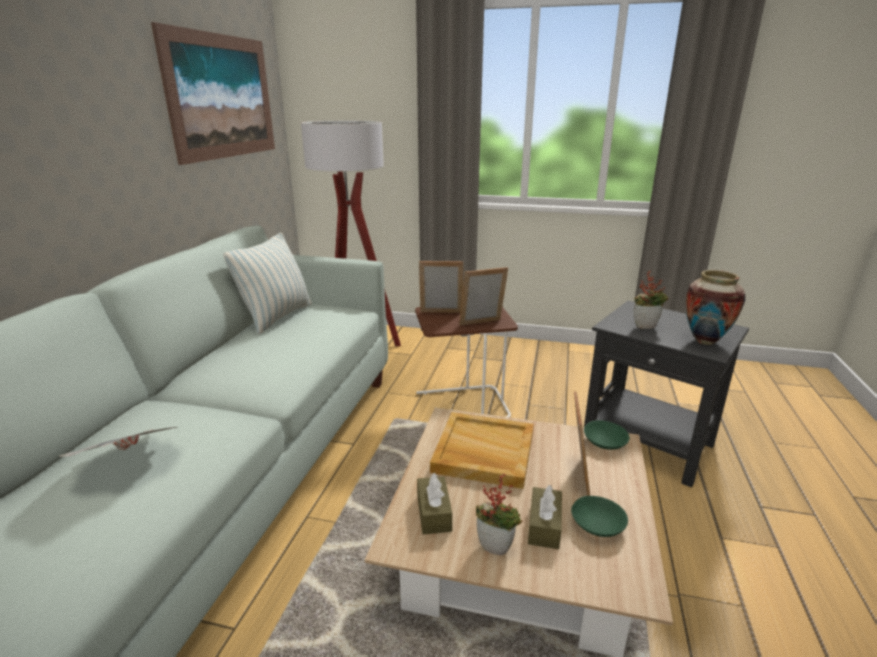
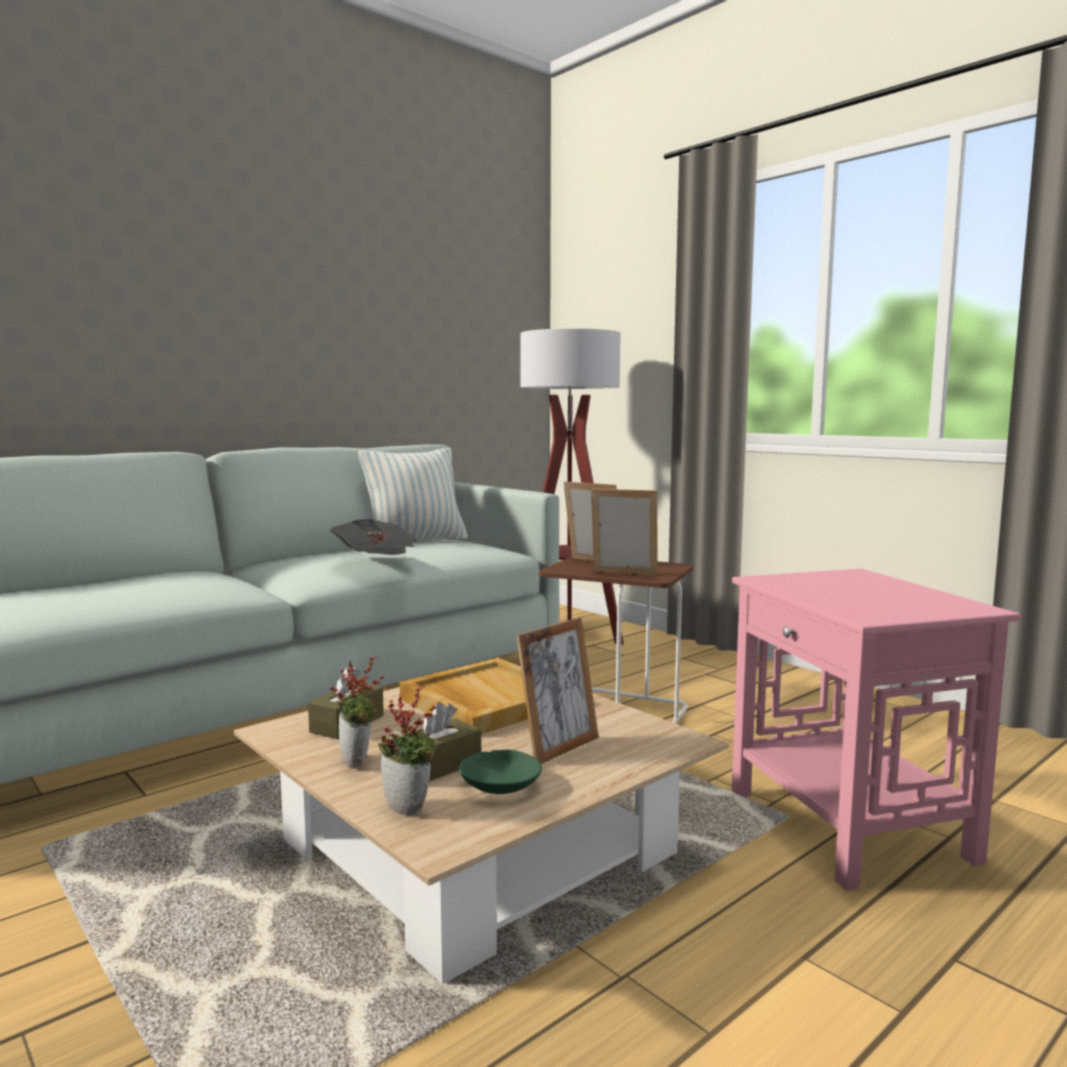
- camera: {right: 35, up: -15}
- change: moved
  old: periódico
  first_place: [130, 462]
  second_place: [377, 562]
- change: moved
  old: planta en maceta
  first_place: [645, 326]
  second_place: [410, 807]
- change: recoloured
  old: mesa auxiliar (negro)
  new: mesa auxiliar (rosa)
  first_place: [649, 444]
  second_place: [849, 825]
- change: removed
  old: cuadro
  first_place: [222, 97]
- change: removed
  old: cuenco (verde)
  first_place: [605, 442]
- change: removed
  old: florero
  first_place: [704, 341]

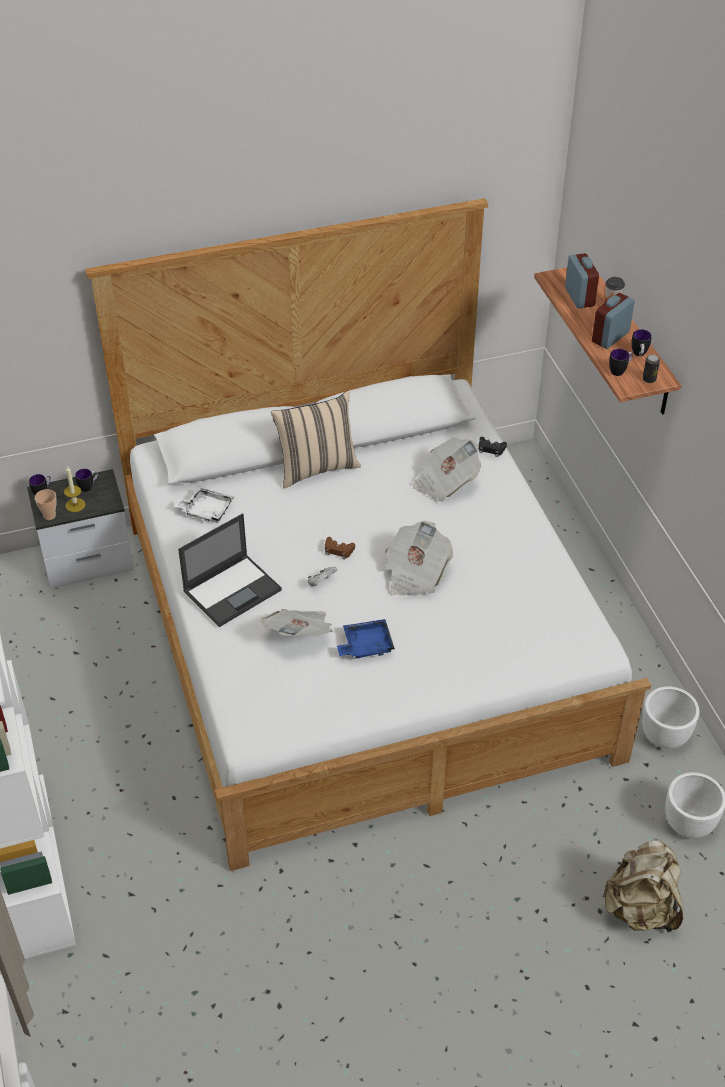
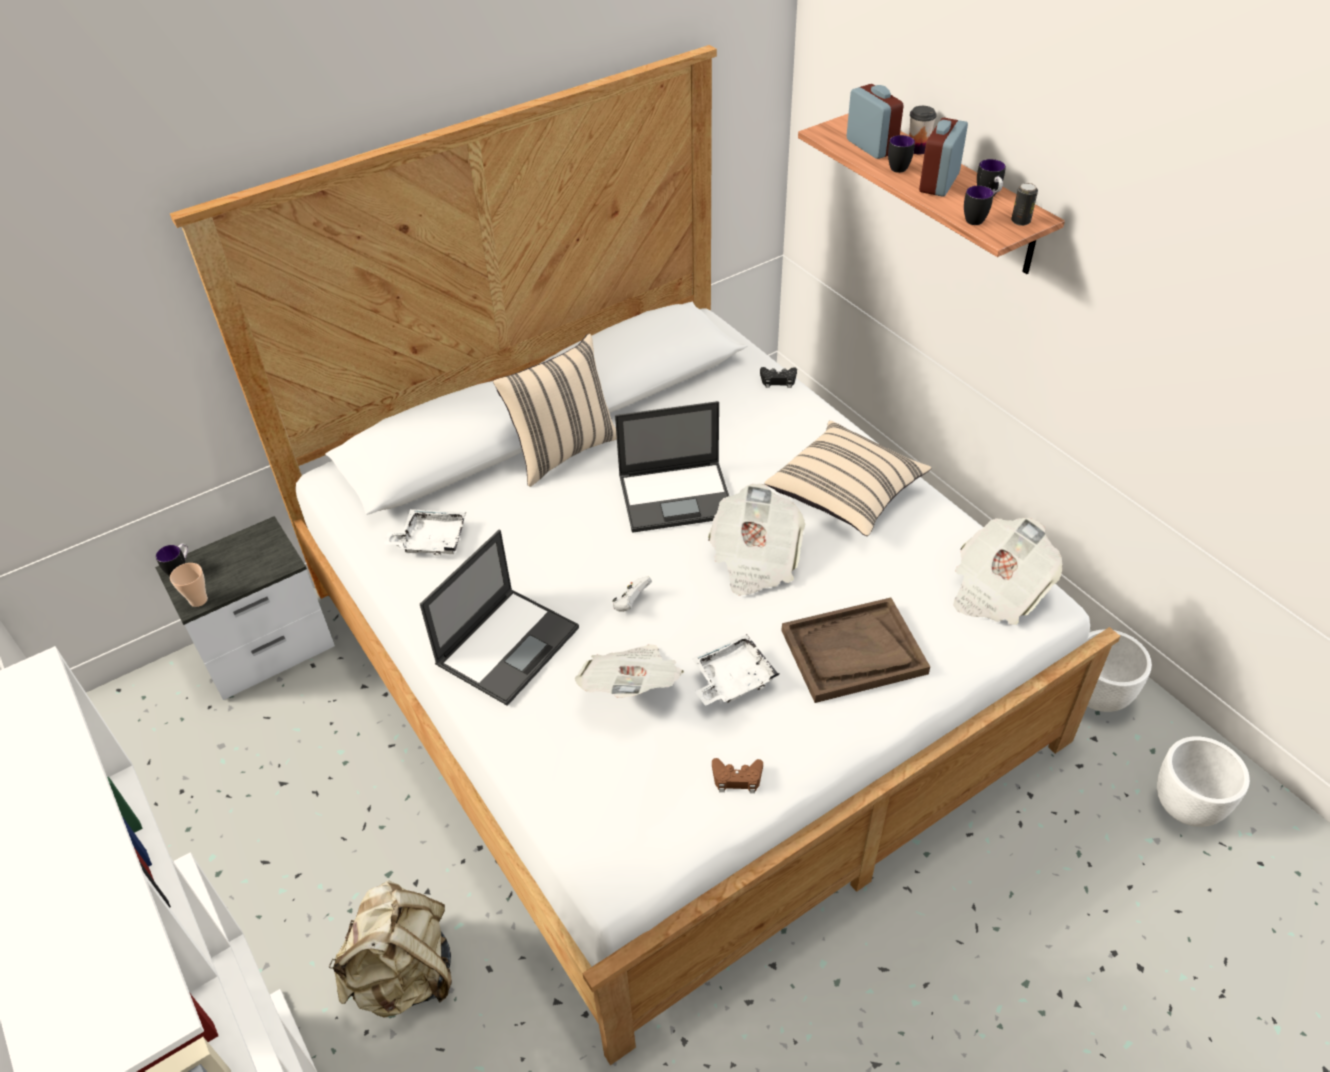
- camera: {right: -15, up: 0}
- change: moved
  old: mochila (beis)
  first_place: [641, 908]
  second_place: [404, 974]
- change: added
  new: portátil
  second_place: [677, 496]
- change: recoloured
  old: bandeja (azul)
  new: bandeja (blanco)
  first_place: [366, 645]
  second_place: [732, 679]
- change: moved
  old: mando de consola (marrón)
  first_place: [338, 550]
  second_place: [737, 778]
- change: added
  new: cojín (beis)
  second_place: [845, 494]
- change: added
  new: bandeja (marrón)
  second_place: [853, 652]
- change: moved
  old: taza grande
  first_place: [89, 487]
  second_place: [901, 167]
- change: moved
  old: periódico
  first_place: [445, 482]
  second_place: [997, 590]
- change: removed
  old: vela
  first_place: [75, 505]

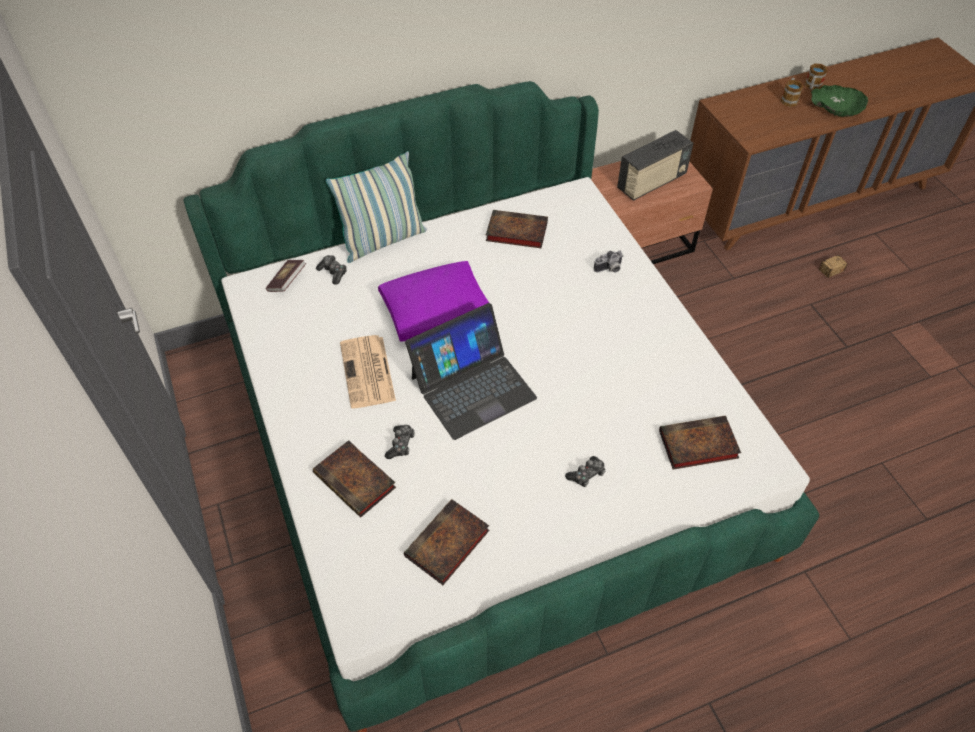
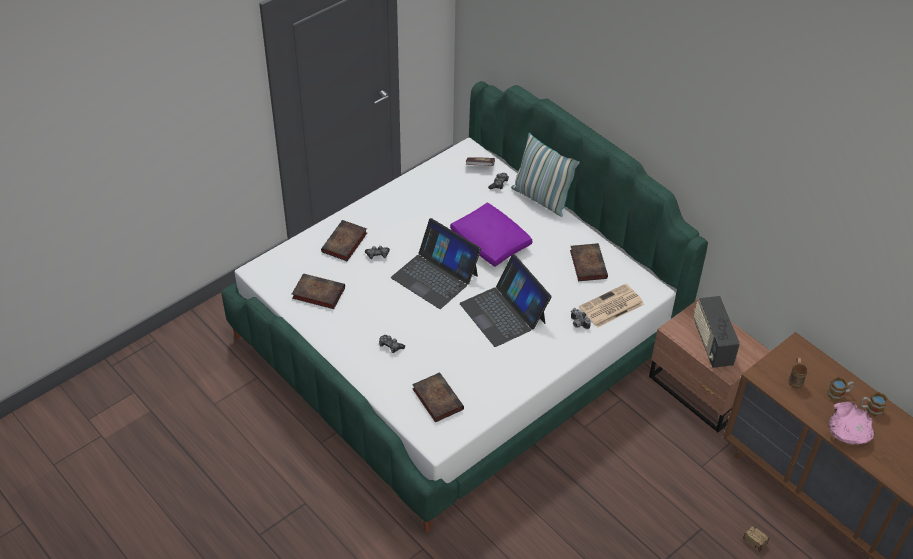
- camera: {right: 70, up: -5}
- change: added
  new: portátil
  second_place: [503, 313]
- change: moved
  old: periódico
  first_place: [368, 373]
  second_place: [611, 307]
- change: turned
  old: radio
  first_place: [651, 183]
  second_place: [712, 343]
  degrees: 45
- change: added
  new: taza grande (marrón)
  second_place: [795, 379]
- change: recoloured
  old: cuenco (verde)
  new: cuenco (rosa)
  first_place: [836, 108]
  second_place: [848, 430]

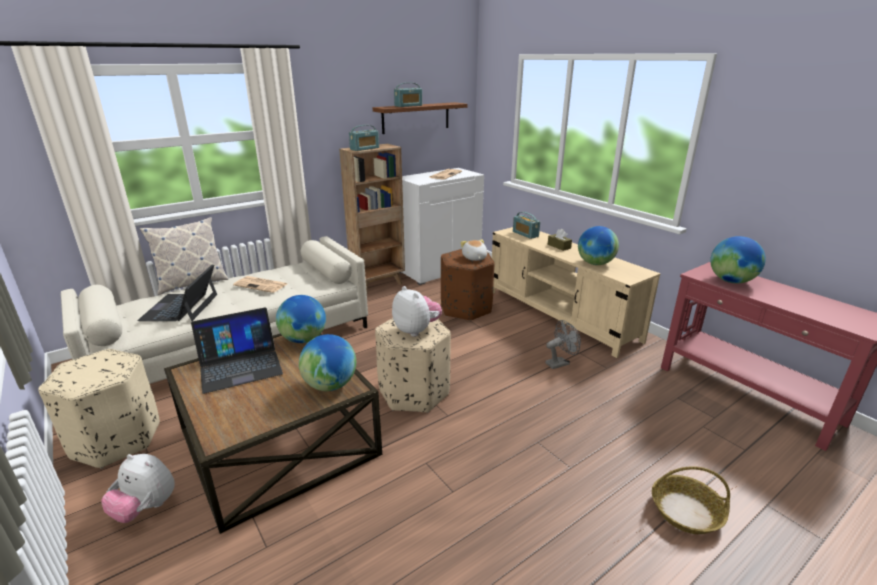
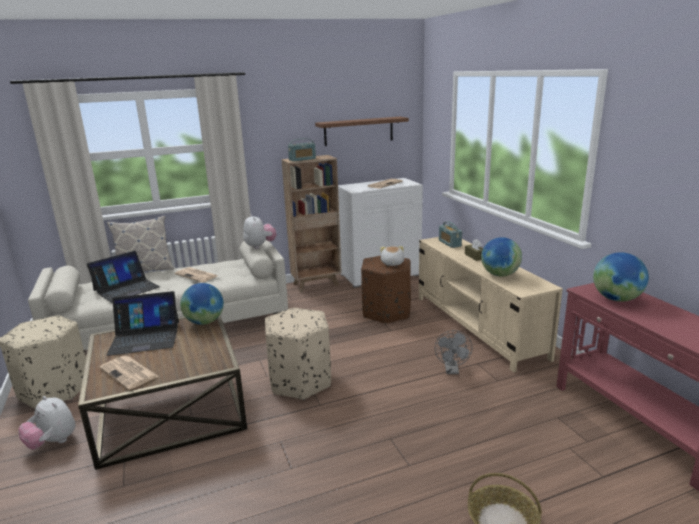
- camera: {right: 15, up: -5}
- change: turned
  old: portátil
  first_place: [181, 307]
  second_place: [126, 288]
  degrees: -150
- change: added
  new: periódico
  second_place: [129, 372]
- change: moved
  old: peluche
  first_place: [416, 330]
  second_place: [260, 246]
- change: turned
  old: ventilador (gris)
  first_place: [560, 363]
  second_place: [452, 371]
  degrees: 105
- change: removed
  old: globo terráqueo
  first_place: [330, 385]
- change: removed
  old: radio
  first_place: [408, 106]

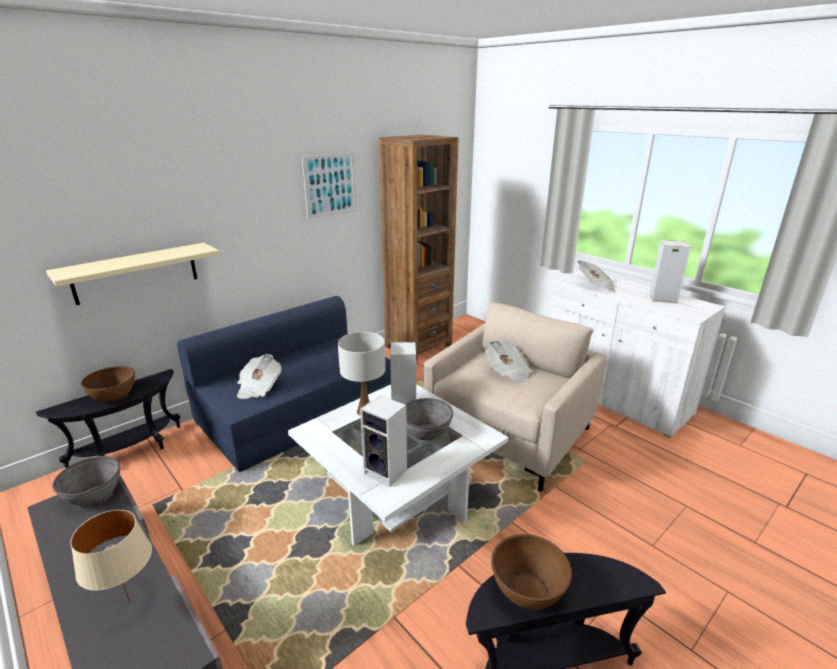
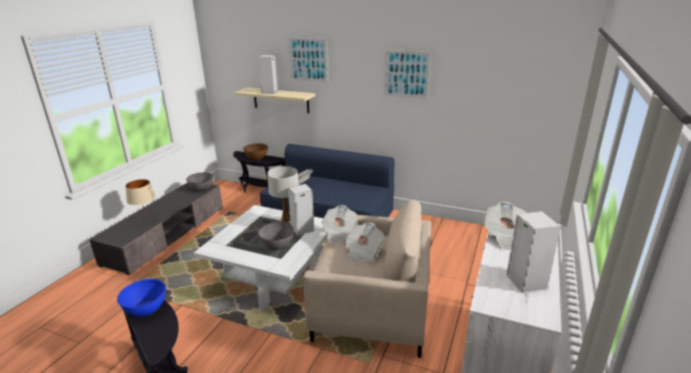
- camera: {right: 65, up: 0}
- change: recoloured
  old: cuenco (marrón)
  new: cuenco (azul)
  first_place: [527, 589]
  second_place: [146, 308]
- change: moved
  old: altavoz
  first_place: [387, 472]
  second_place: [270, 92]
- change: added
  new: cuadro
  second_place: [308, 60]
- change: added
  new: periódico
  second_place: [339, 233]
- change: removed
  old: estantería (marrón)
  first_place: [418, 346]

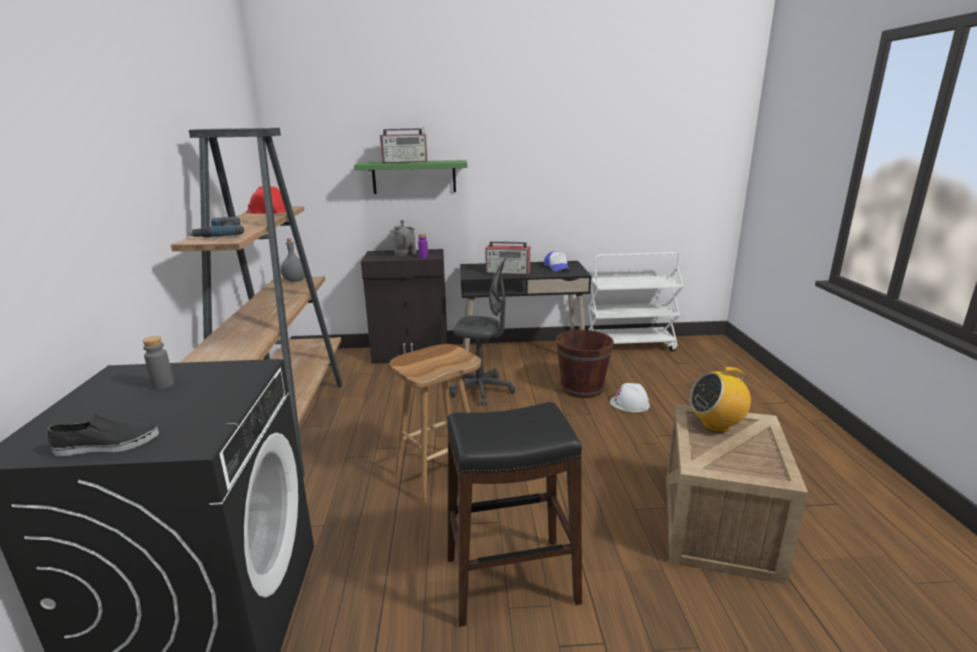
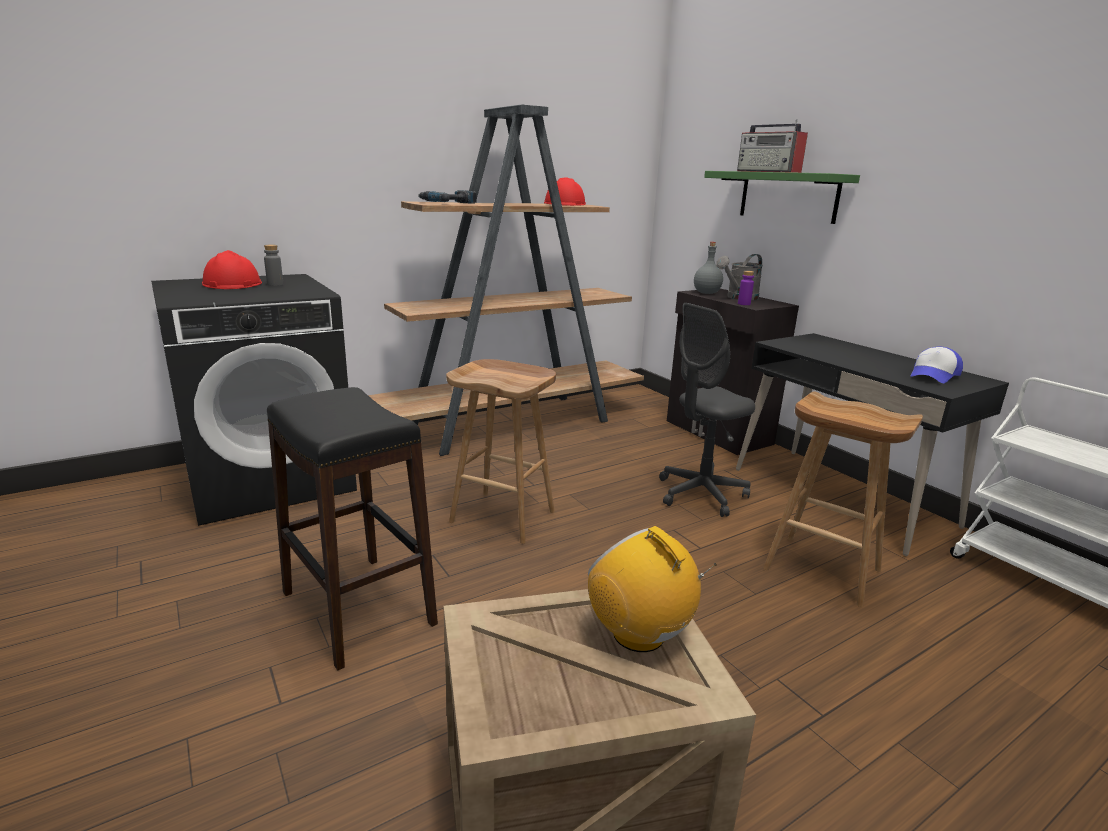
- camera: {right: 60, up: 0}
- change: added
  new: casco (rojo)
  second_place: [232, 284]
- change: turned
  old: silla de oficina (gris)
  first_place: [481, 390]
  second_place: [701, 494]
  degrees: 75
- change: moved
  old: botella (gris)
  first_place: [295, 280]
  second_place: [706, 293]
- change: replaced
  old: cubo (marrón)
  new: taburete (marrón)
  first_place: [582, 388]
  second_place: [820, 569]
- change: removed
  old: zapato (negro)
  first_place: [107, 445]
- change: removed
  old: radio
  first_place: [508, 272]
- change: removed
  old: casco (blanco)
  first_place: [629, 403]

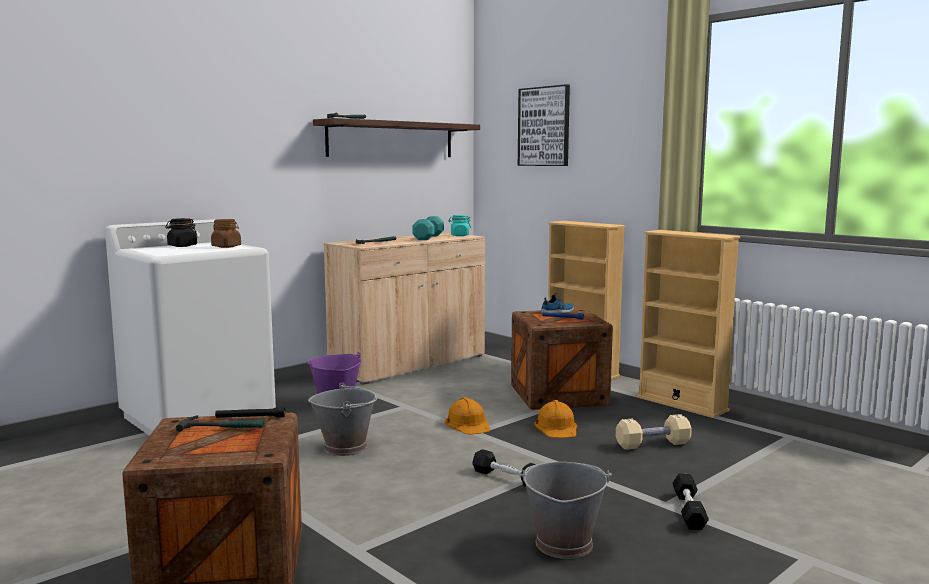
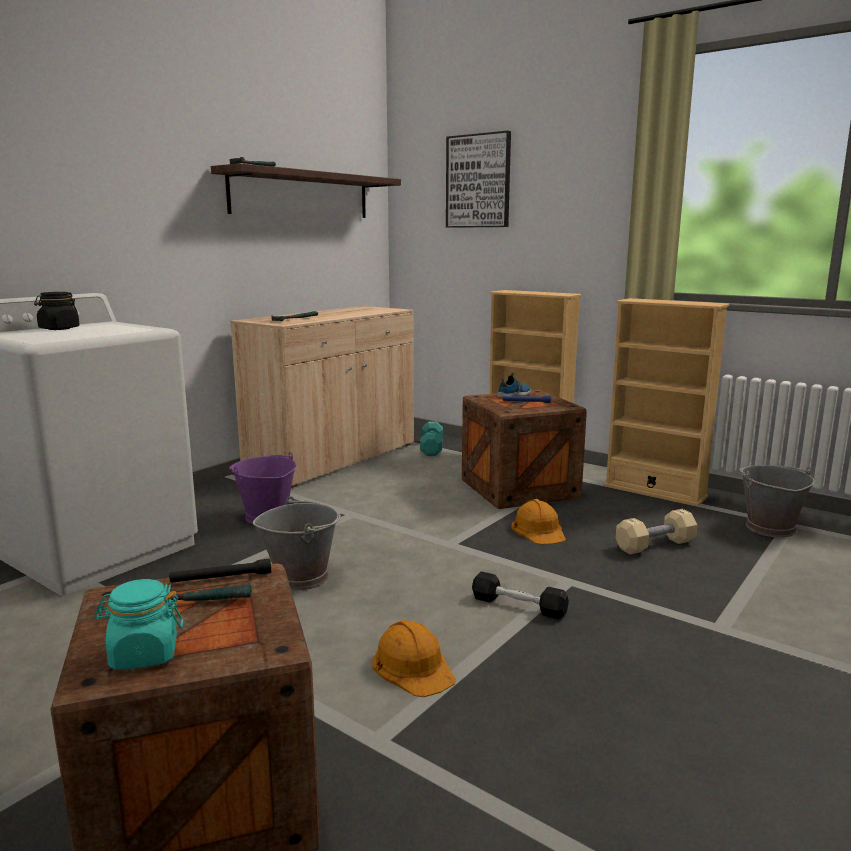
- camera: {right: -10, up: 5}
- change: moved
  old: tarro (turquesa)
  first_place: [459, 235]
  second_place: [143, 654]
- change: moved
  old: casco (naranja)
  first_place: [468, 424]
  second_place: [413, 666]
- change: moved
  old: mancuerna (turquesa)
  first_place: [428, 237]
  second_place: [431, 448]
- change: moved
  old: cubo (gris)
  first_place: [563, 543]
  second_place: [769, 528]
- change: removed
  old: tarro (marrón)
  first_place: [226, 246]
- change: removed
  old: mancuerna (negro)
  first_place: [689, 511]

